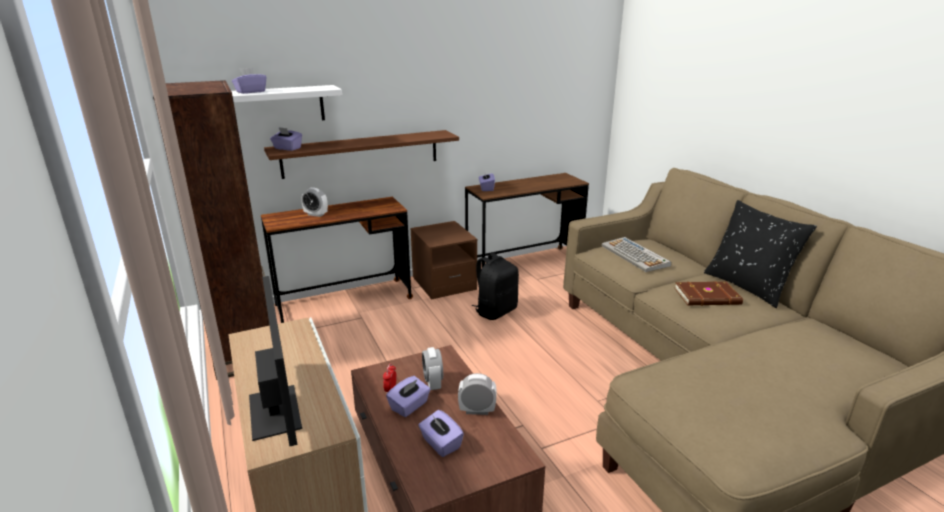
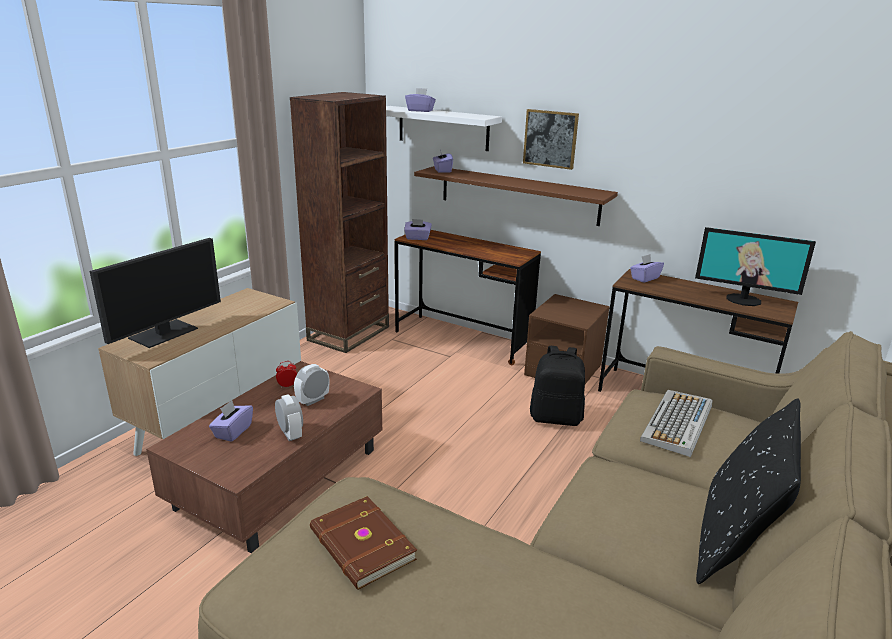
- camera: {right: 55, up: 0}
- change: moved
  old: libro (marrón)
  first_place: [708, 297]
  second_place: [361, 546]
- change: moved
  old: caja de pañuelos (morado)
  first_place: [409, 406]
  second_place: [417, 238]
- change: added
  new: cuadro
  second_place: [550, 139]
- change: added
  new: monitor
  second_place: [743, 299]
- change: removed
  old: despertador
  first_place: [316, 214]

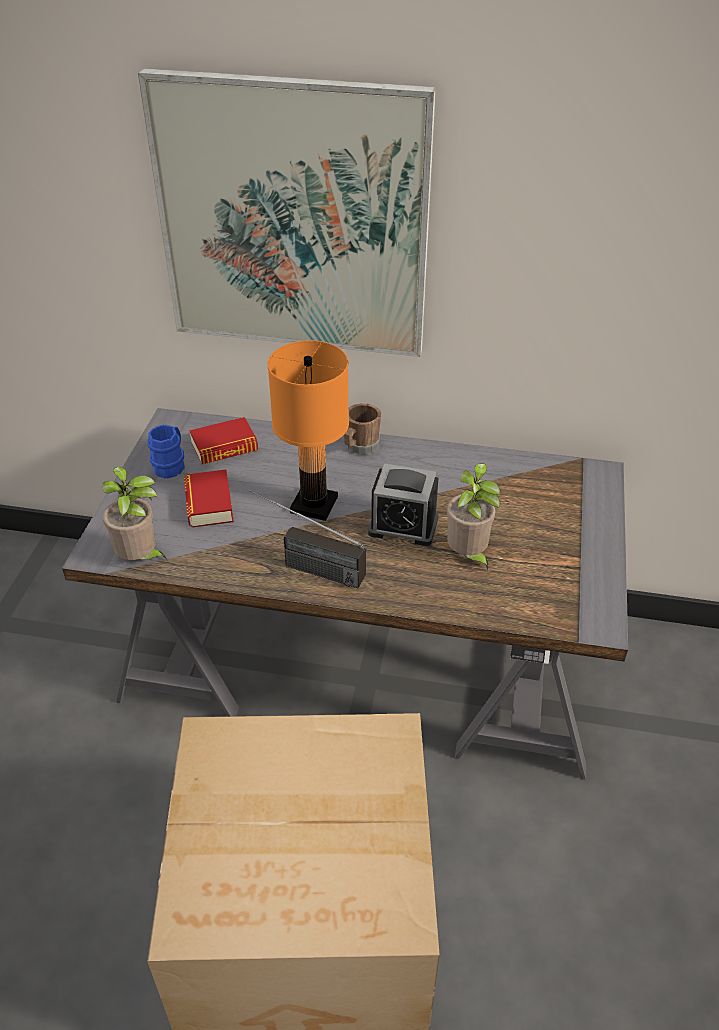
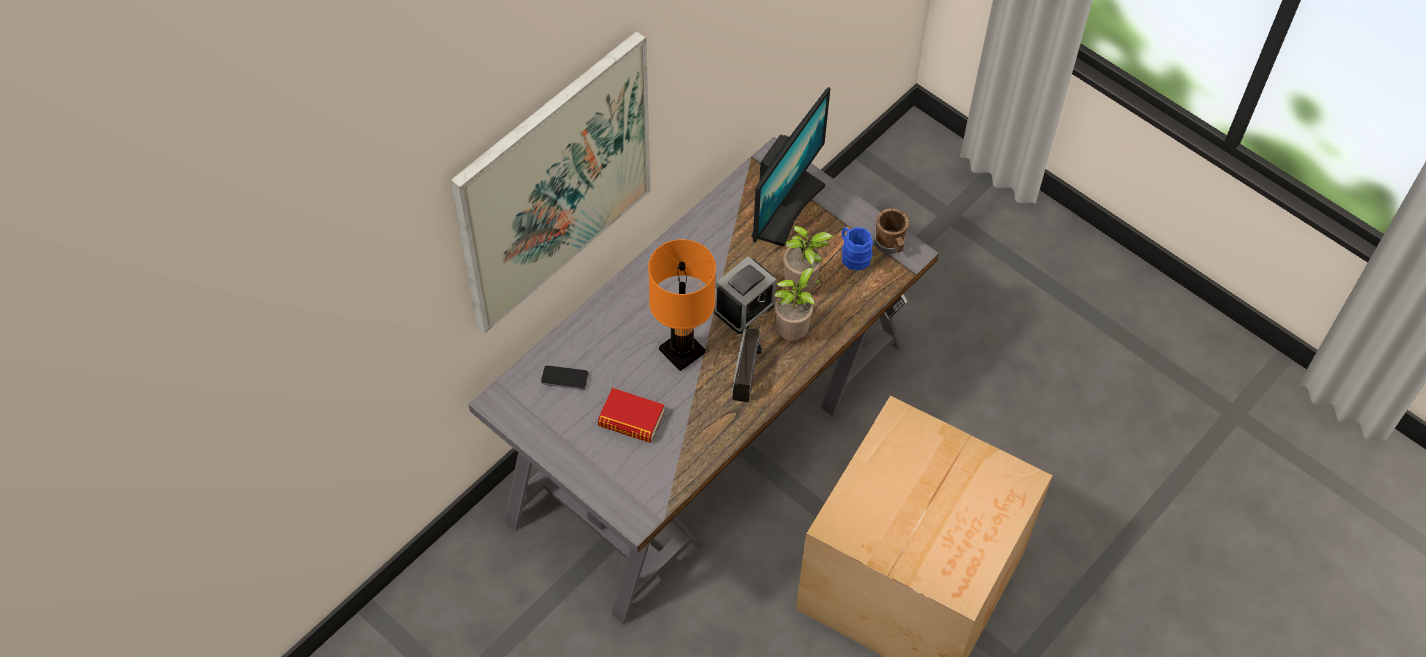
- camera: {right: -60, up: 15}
- change: replaced
  old: libro
  new: móvil
  first_place: [224, 447]
  second_place: [565, 378]
- change: turned
  old: radio
  first_place: [304, 566]
  second_place: [744, 389]
  degrees: -45
- change: added
  new: monitor
  second_place: [785, 207]
- change: moved
  old: planta en maceta
  first_place: [140, 559]
  second_place: [792, 332]
- change: moved
  old: taza grande (azul)
  first_place: [171, 464]
  second_place: [853, 256]
- change: moved
  old: taza grande (marrón)
  first_place: [360, 447]
  second_place: [890, 245]

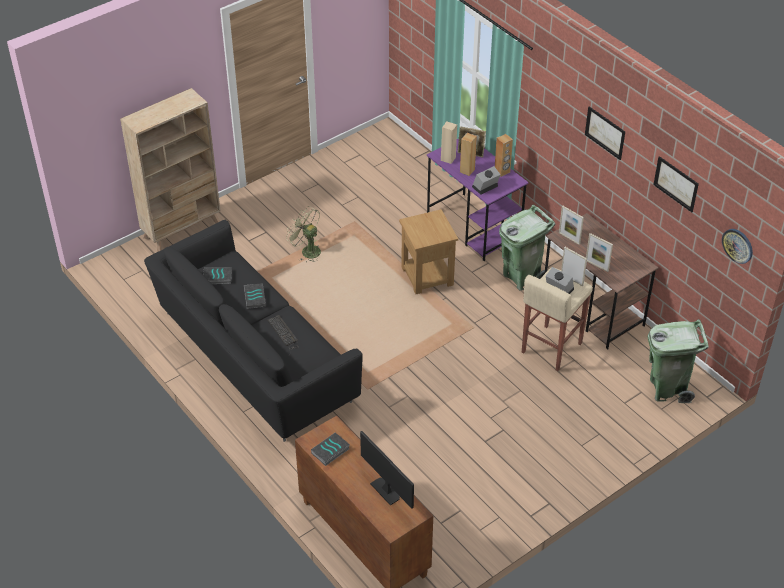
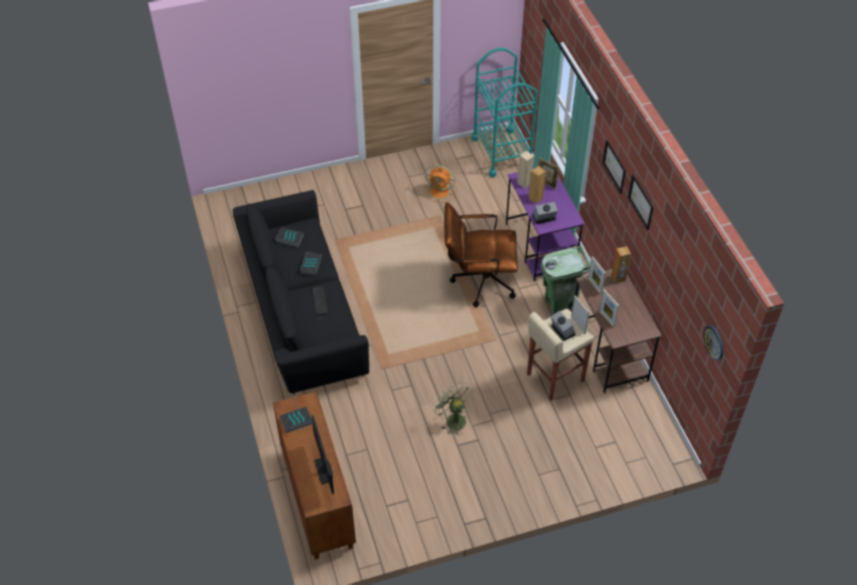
- camera: {right: 20, up: 5}
- change: added
  new: ventilador (naranja)
  second_place: [440, 192]
- change: moved
  old: ventilador (verde)
  first_place: [307, 251]
  second_place: [452, 419]
- change: replaced
  old: mesa auxiliar (marrón)
  new: silla de oficina (marrón)
  first_place: [427, 276]
  second_place: [478, 281]
- change: added
  new: carrito (turquesa)
  second_place: [502, 152]
- change: moved
  old: cuadro
  first_place: [676, 184]
  second_place: [614, 166]
- change: moved
  old: altavoz (marrón)
  first_place: [502, 172]
  second_place: [618, 278]
- change: removed
  old: estantería (beis)
  first_place: [182, 230]
- change: removed
  old: papelera (verde)
  first_place: [667, 388]

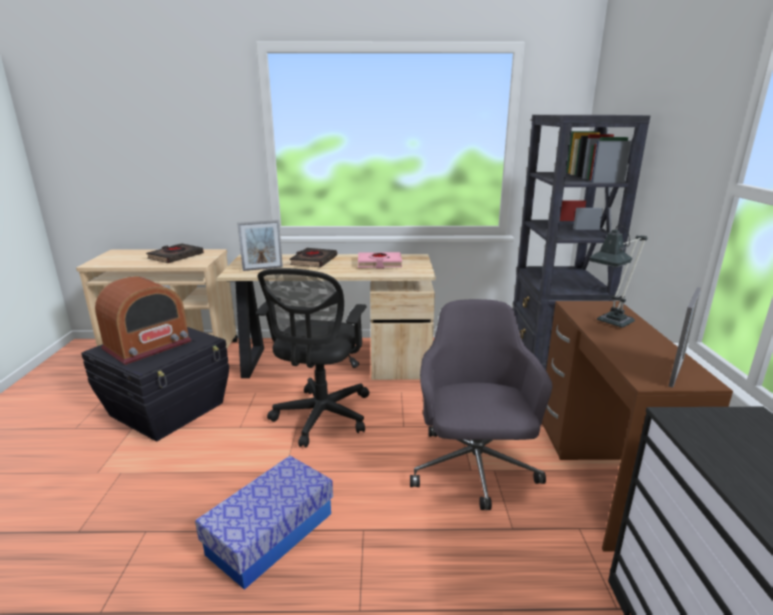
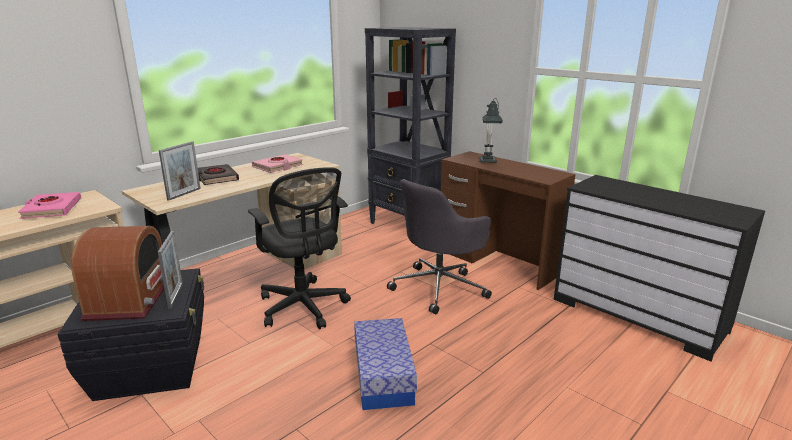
- camera: {right: -45, up: 0}
- change: recoloured
  old: libro (negro)
  new: libro (rosa)
  first_place: [175, 257]
  second_place: [52, 209]
- change: moved
  old: portarretratos
  first_place: [676, 373]
  second_place: [175, 296]
- change: turned
  old: silla de oficina (gris)
  first_place: [473, 469]
  second_place: [440, 287]
  degrees: -90

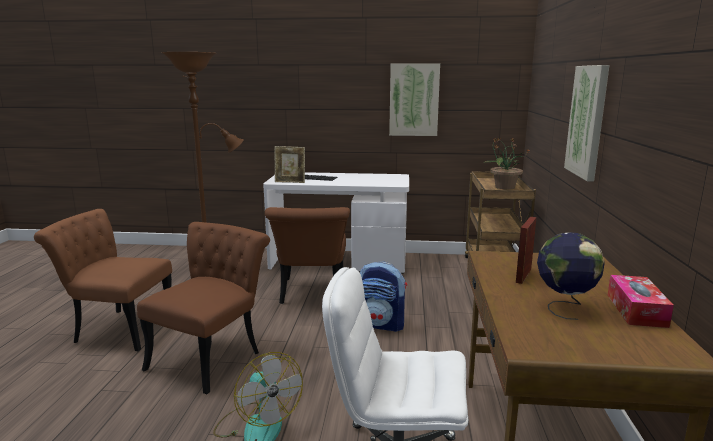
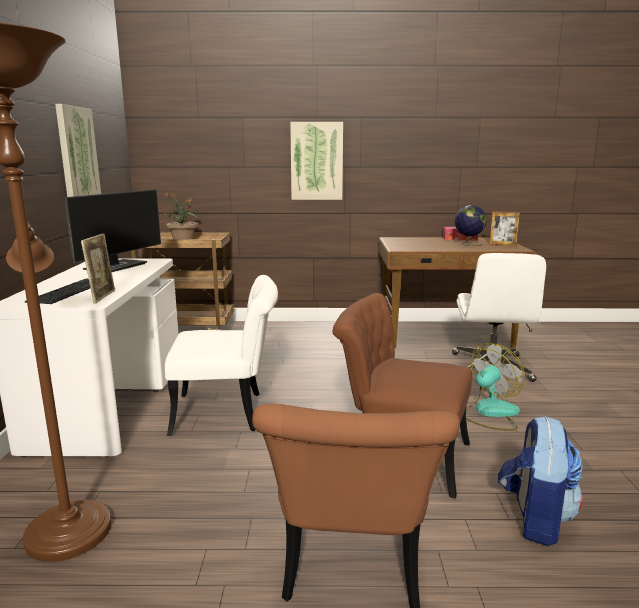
- camera: {right: -95, up: 0}
- change: added
  new: monitor
  second_place: [116, 266]
- change: recoloured
  old: silla (marrón)
  new: silla (blanco)
  first_place: [312, 295]
  second_place: [229, 412]
- change: moved
  old: portarretratos
  first_place: [523, 275]
  second_place: [502, 245]
- change: moved
  old: mochila
  first_place: [381, 324]
  second_place: [534, 519]

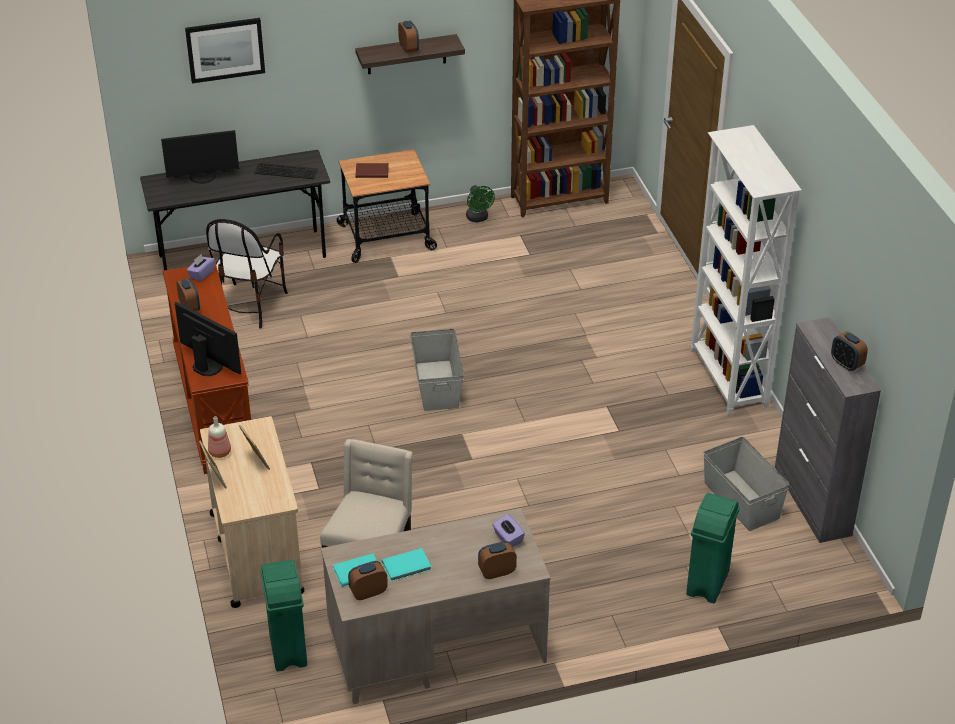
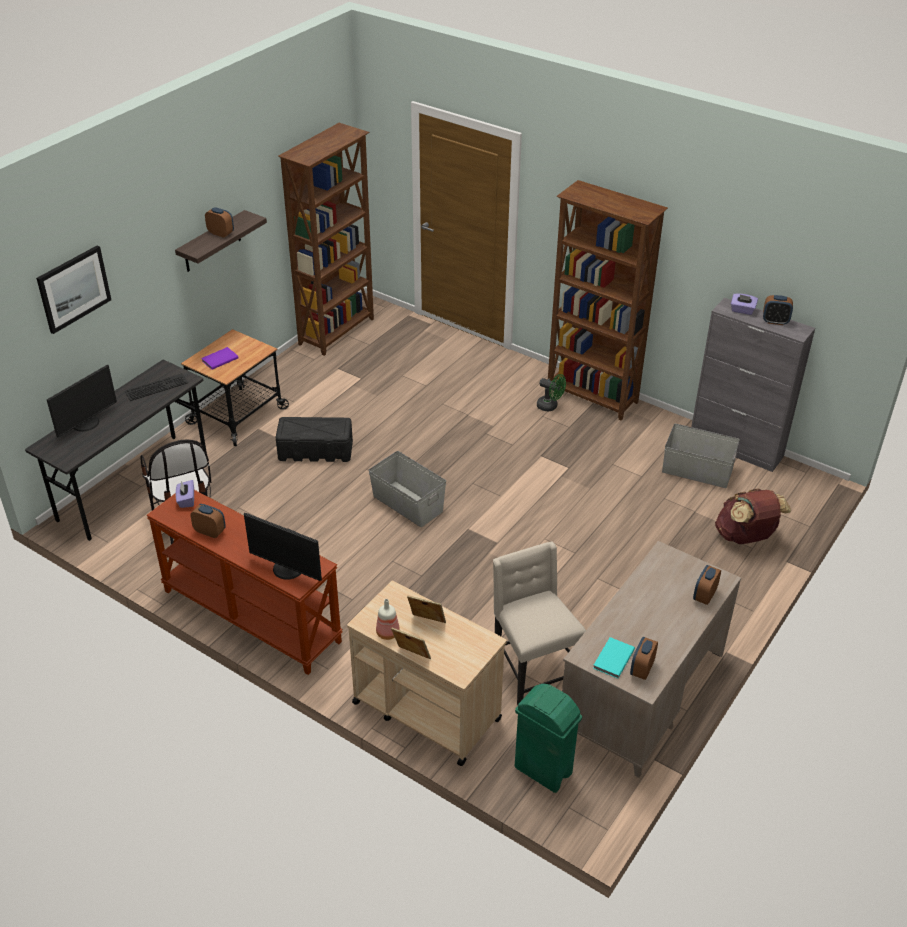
- camera: {right: -40, up: 0}
- change: recoloured
  old: libro (marrón)
  new: libro (morado)
  first_place: [371, 171]
  second_place: [219, 359]
- change: turned
  old: monitor
  first_place: [209, 365]
  second_place: [287, 569]
  degrees: -150
- change: added
  new: caja de almacenaje (negro)
  second_place: [316, 451]
- change: moved
  old: ventilador (verde)
  first_place: [478, 218]
  second_place: [550, 406]
- change: recoloured
  old: estantería (blanco)
  new: estantería (marrón)
  first_place: [727, 379]
  second_place: [592, 397]
- change: replaced
  old: papelera (verde)
  new: mochila (marrón)
  first_place: [707, 583]
  second_place: [745, 537]
- change: moved
  old: caja de pañuelos (morado)
  first_place: [508, 538]
  second_place: [742, 310]
- change: removed
  old: libro (turquesa)
  first_place: [407, 566]

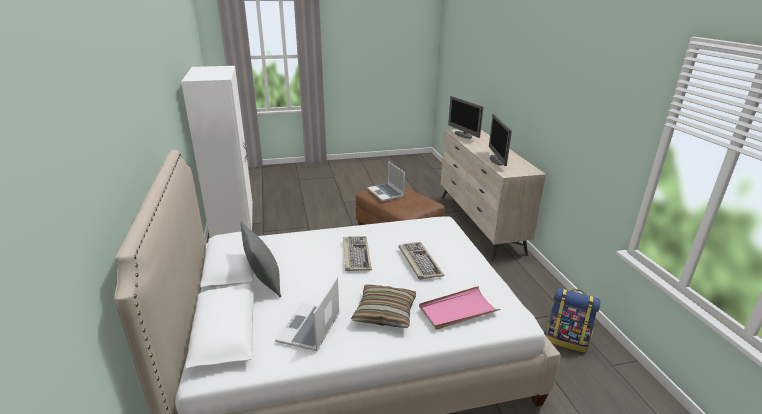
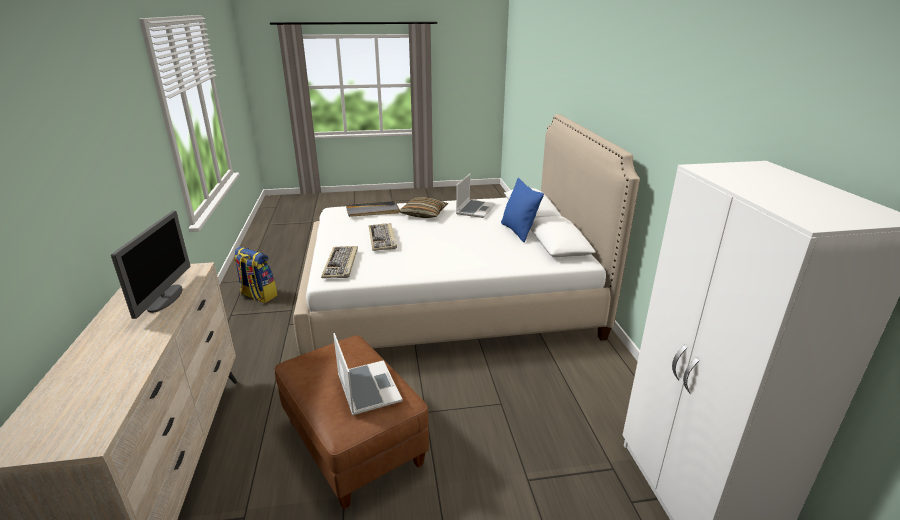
- camera: {right: -175, up: 0}
- change: moved
  old: teclado
  first_place: [356, 255]
  second_place: [341, 264]
- change: recoloured
  old: bandeja (rosa)
  new: bandeja (gris)
  first_place: [457, 310]
  second_place: [373, 211]
- change: recoloured
  old: cojín (gris)
  new: cojín (azul)
  first_place: [264, 282]
  second_place: [519, 231]
- change: removed
  old: monitor
  first_place: [463, 135]

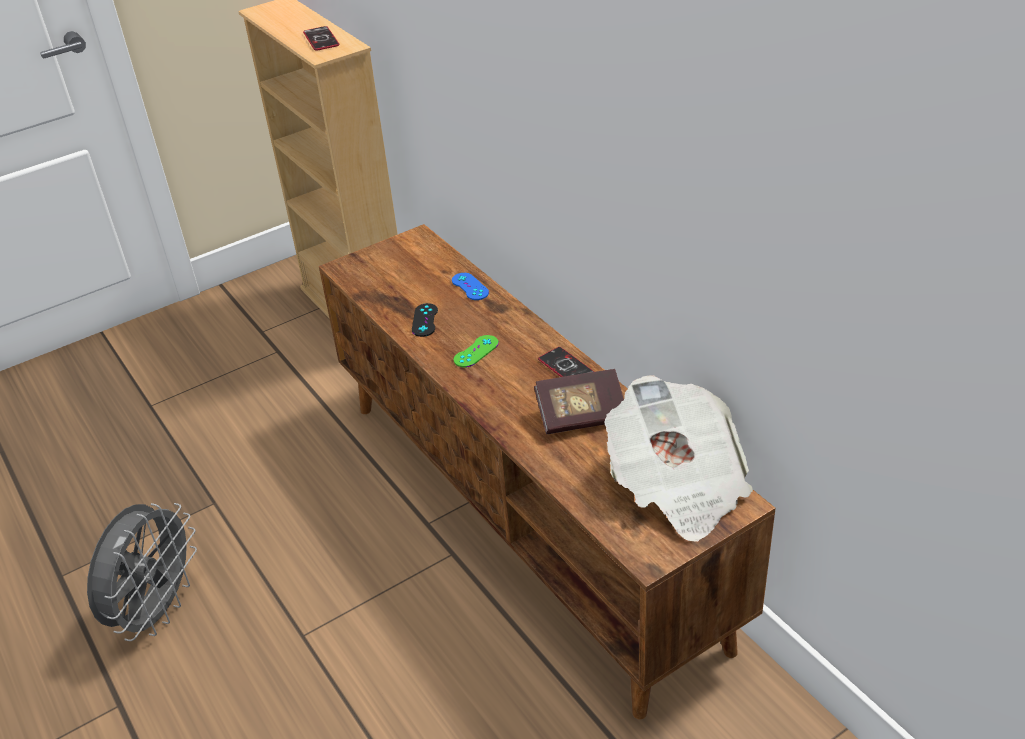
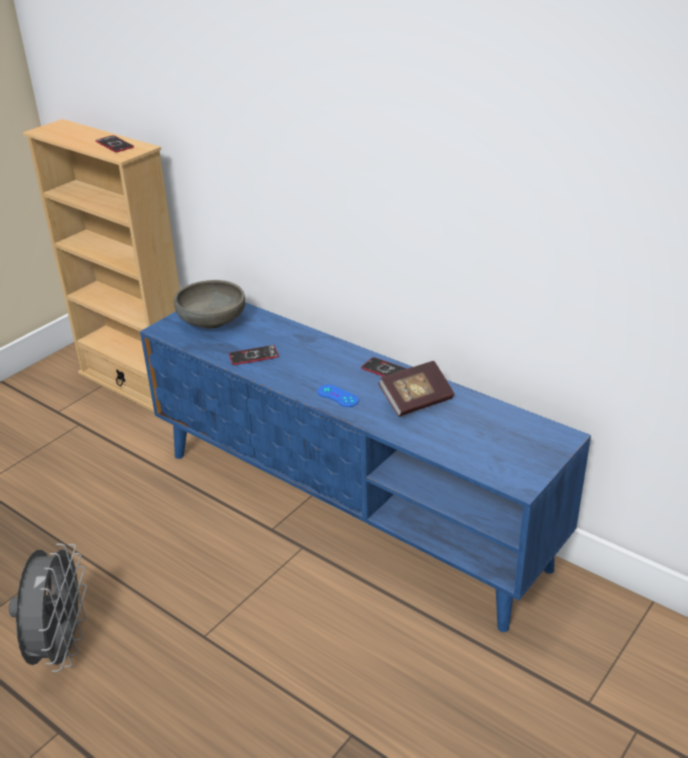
- camera: {right: -20, up: -5}
- change: recoloured
  old: mueble de televisión (marrón)
  new: mueble de televisión (azul)
  first_place: [527, 516]
  second_place: [350, 508]
- change: added
  new: cuenco (gris)
  second_place: [212, 321]
- change: replaced
  old: mando de consola (negro)
  new: móvil
  first_place: [425, 320]
  second_place: [253, 356]
- change: moved
  old: mando de consola (azul)
  first_place: [470, 287]
  second_place: [337, 396]
- change: removed
  old: mando de consola (verde)
  first_place: [476, 351]
- change: removed
  old: periódico
  first_place: [677, 485]

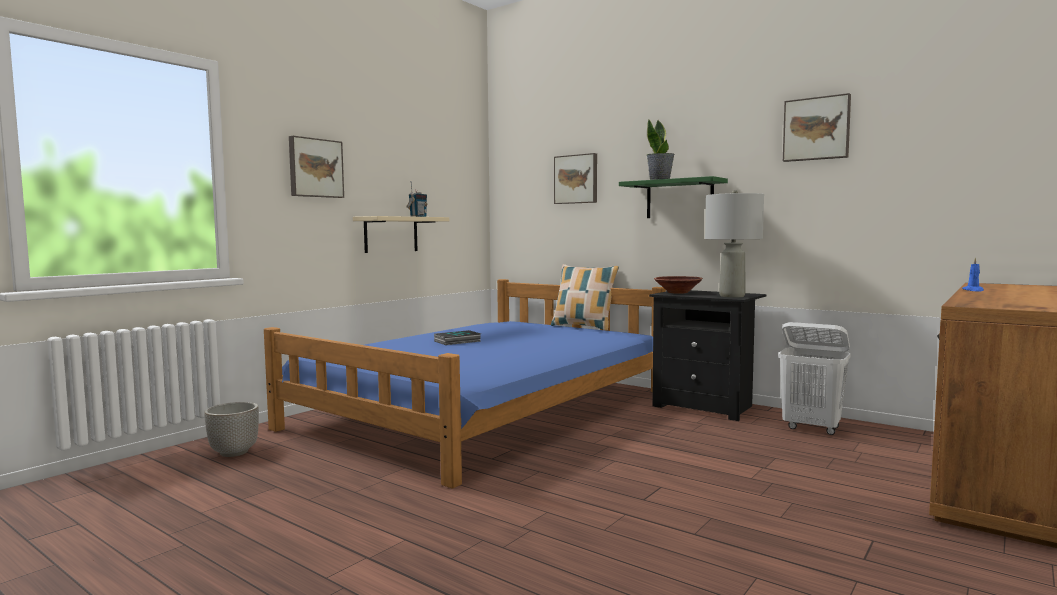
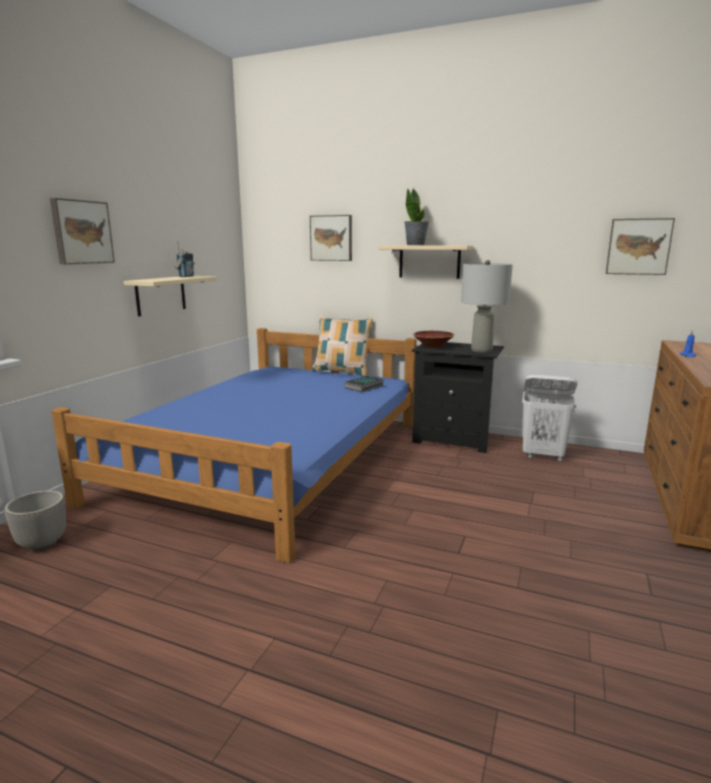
- camera: {right: -15, up: 10}
- change: moved
  old: libro
  first_place: [457, 341]
  second_place: [364, 387]
- change: recoloured
  old: estante (verde)
  new: estante (beis)
  first_place: [679, 199]
  second_place: [429, 261]
- change: moved
  old: cuadro
  first_place: [816, 129]
  second_place: [638, 246]

